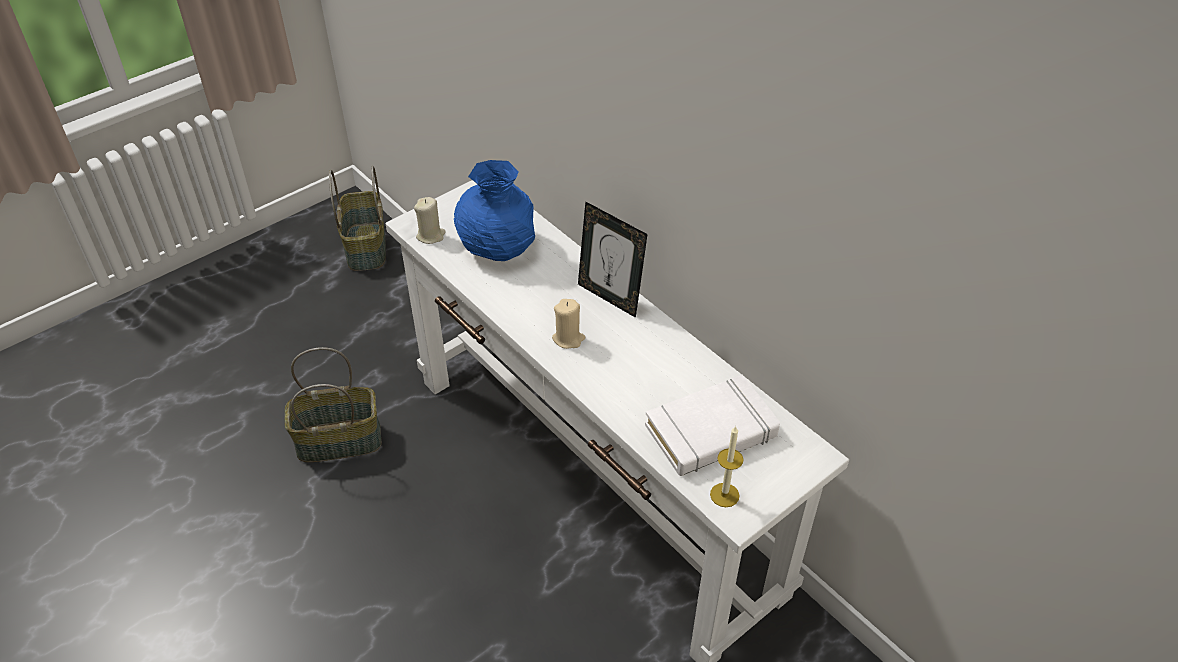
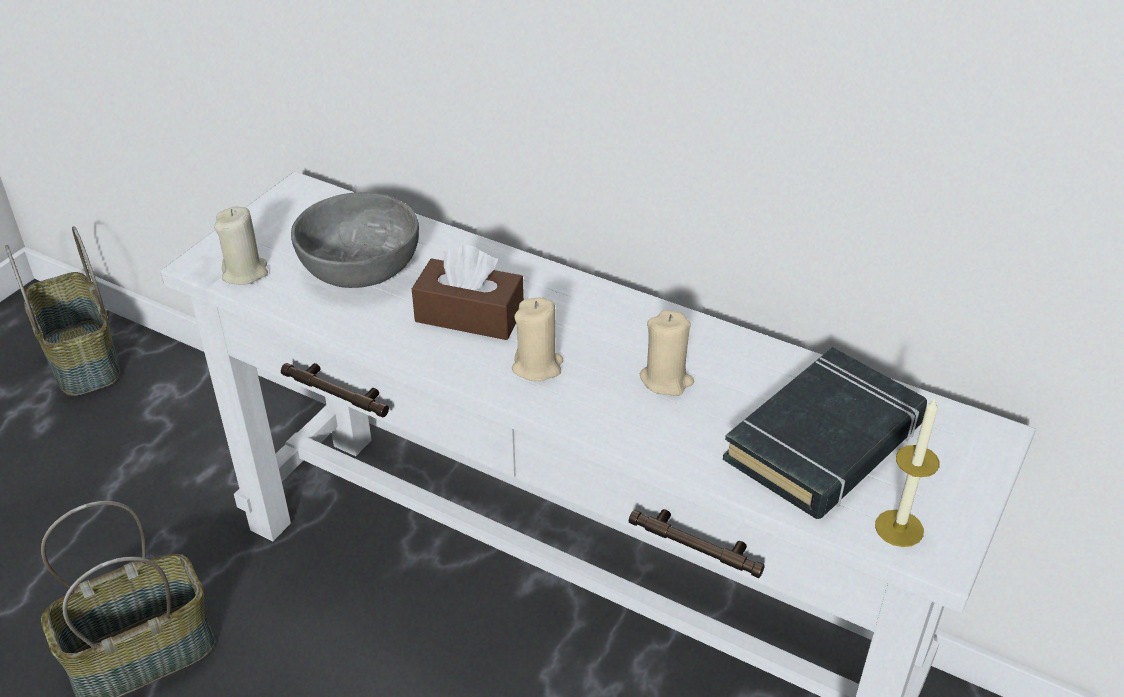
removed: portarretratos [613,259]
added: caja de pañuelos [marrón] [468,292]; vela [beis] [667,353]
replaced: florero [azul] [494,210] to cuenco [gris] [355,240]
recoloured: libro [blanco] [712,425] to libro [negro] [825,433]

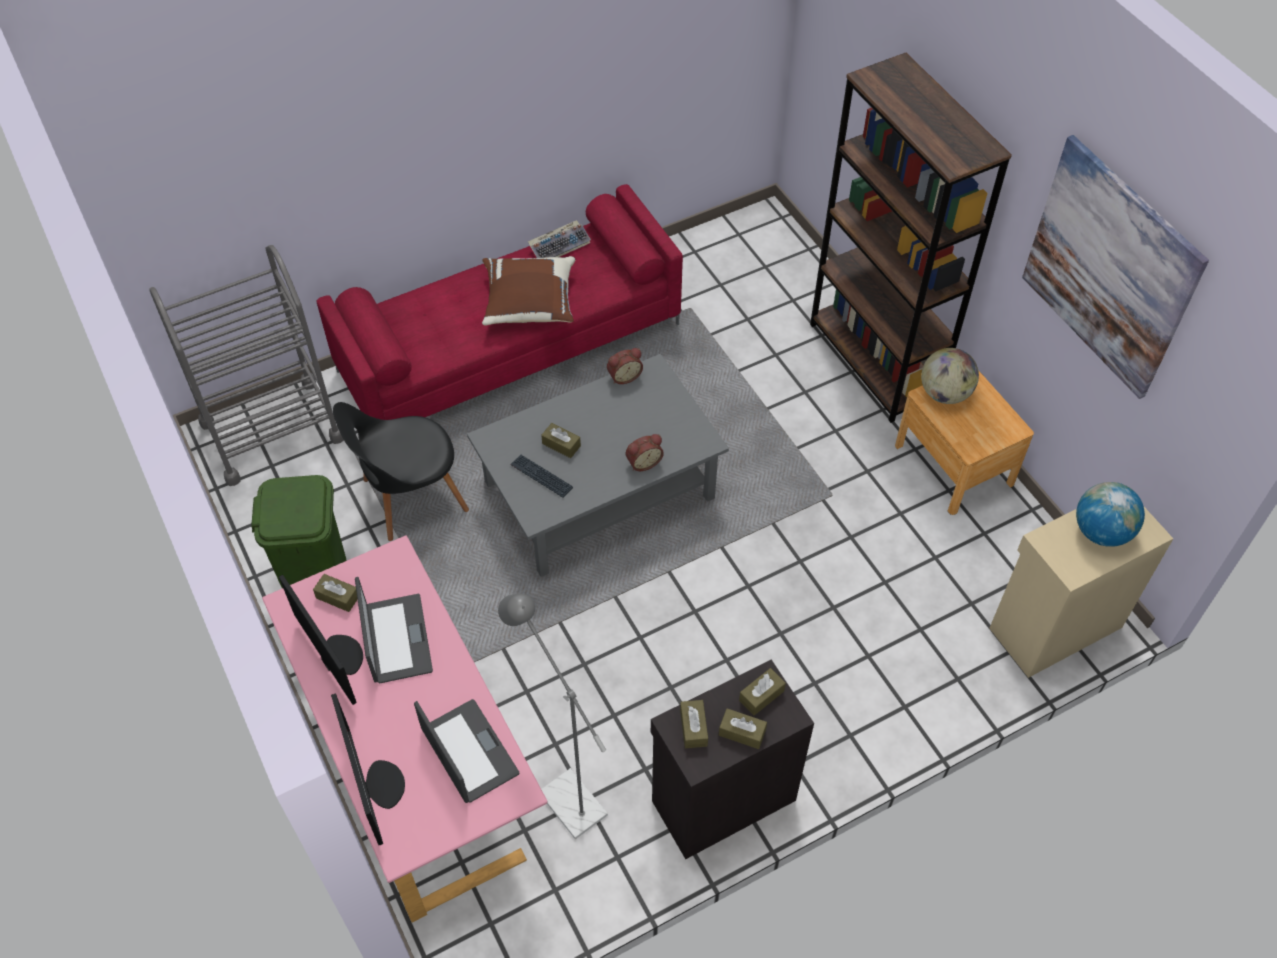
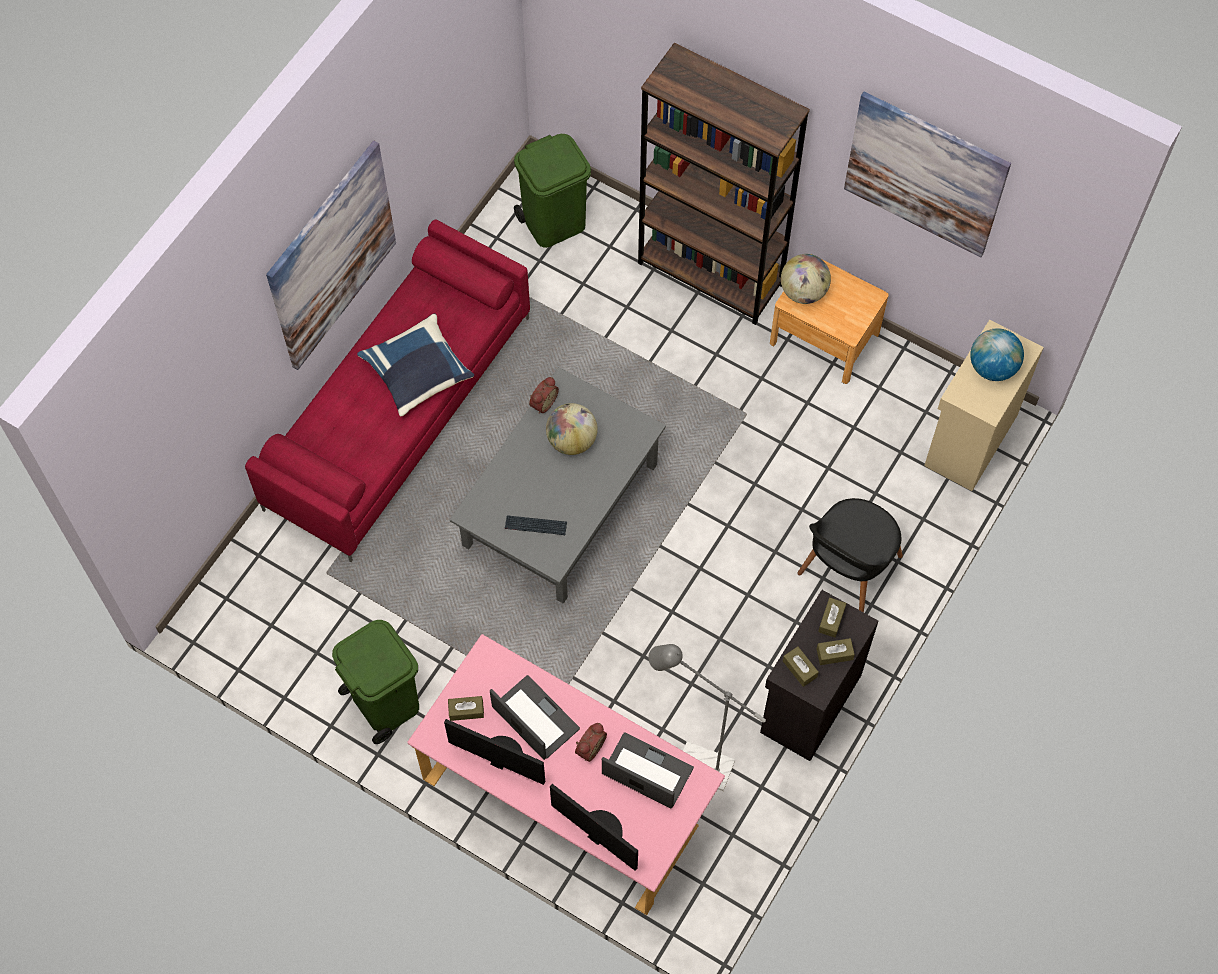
removed: carrito [gris] [246,365]; teclado [559,239]; caja de pañuelos [marrón] [561,440]
added: cuadro [331,255]; papelera [verde] [552,191]; globo terráqueo [572,429]
moved: despertador [645,452] to [591,742]; silla [negro] [401,471] to [850,555]
recoloured: cojín [marrón] [529,290] to cojín [azul] [415,364]

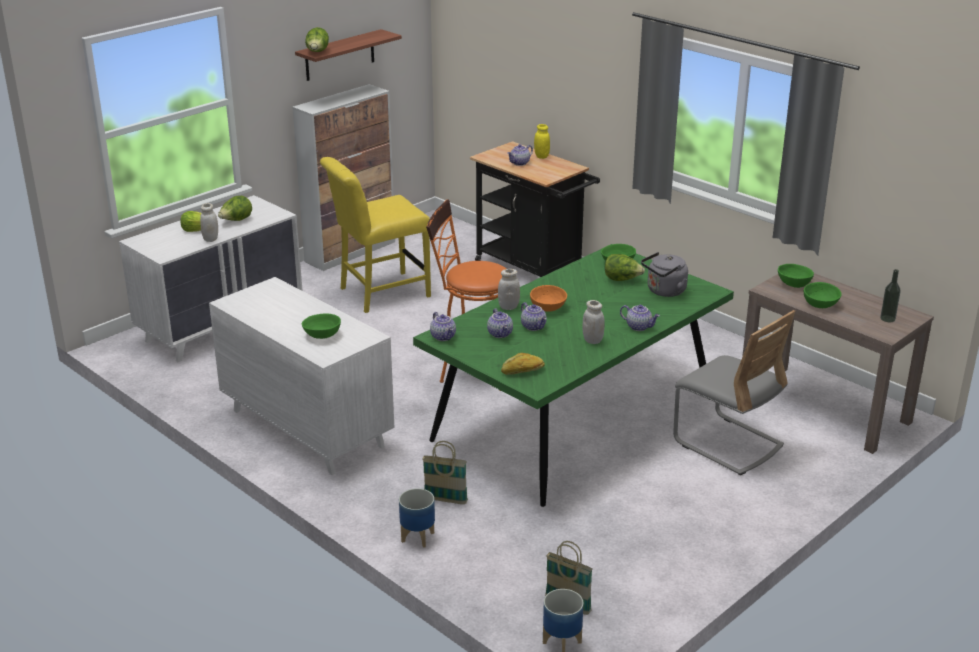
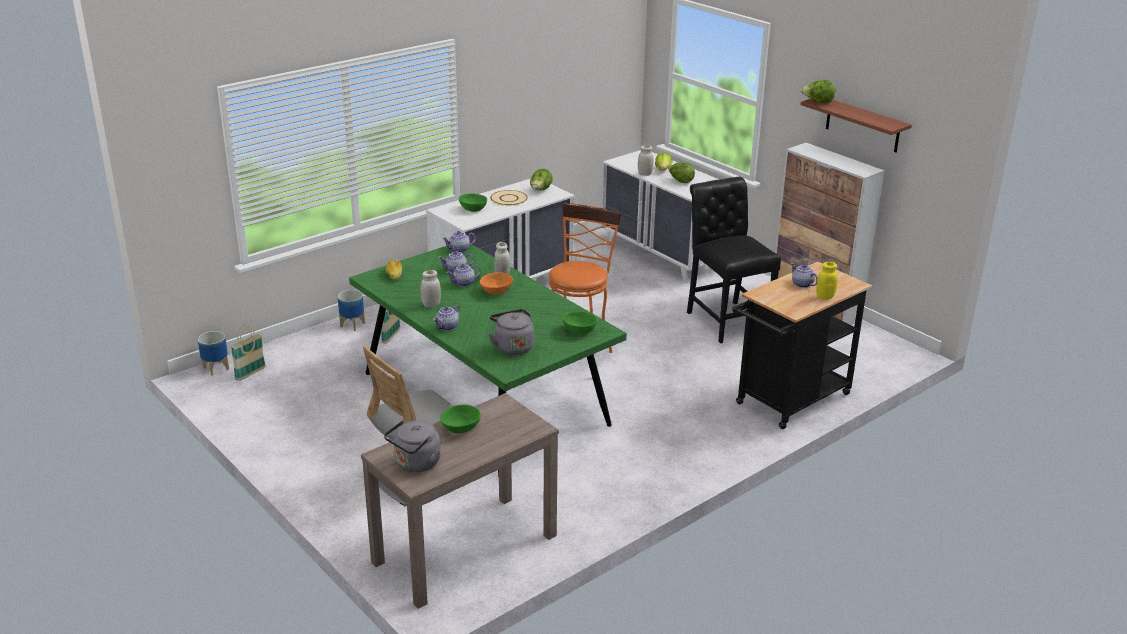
removed: cuenco [verde] [796,276]
added: plato [beis] [509,198]
moved: lechuga [625,267] to [541,179]
replaced: botella [890,295] to hervidor [gris] [412,446]
recoloured: silla [amarillo] [375,235] to silla [negro] [734,260]

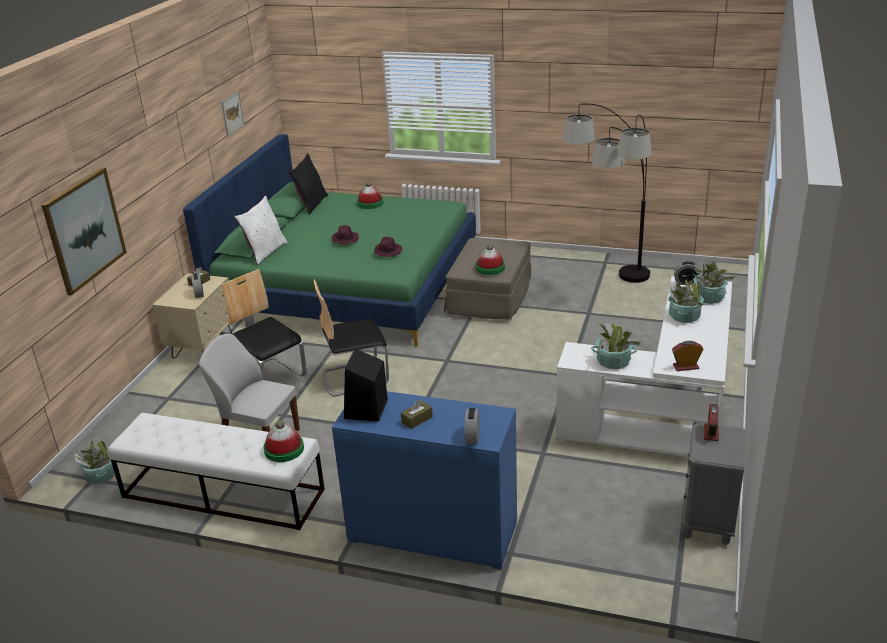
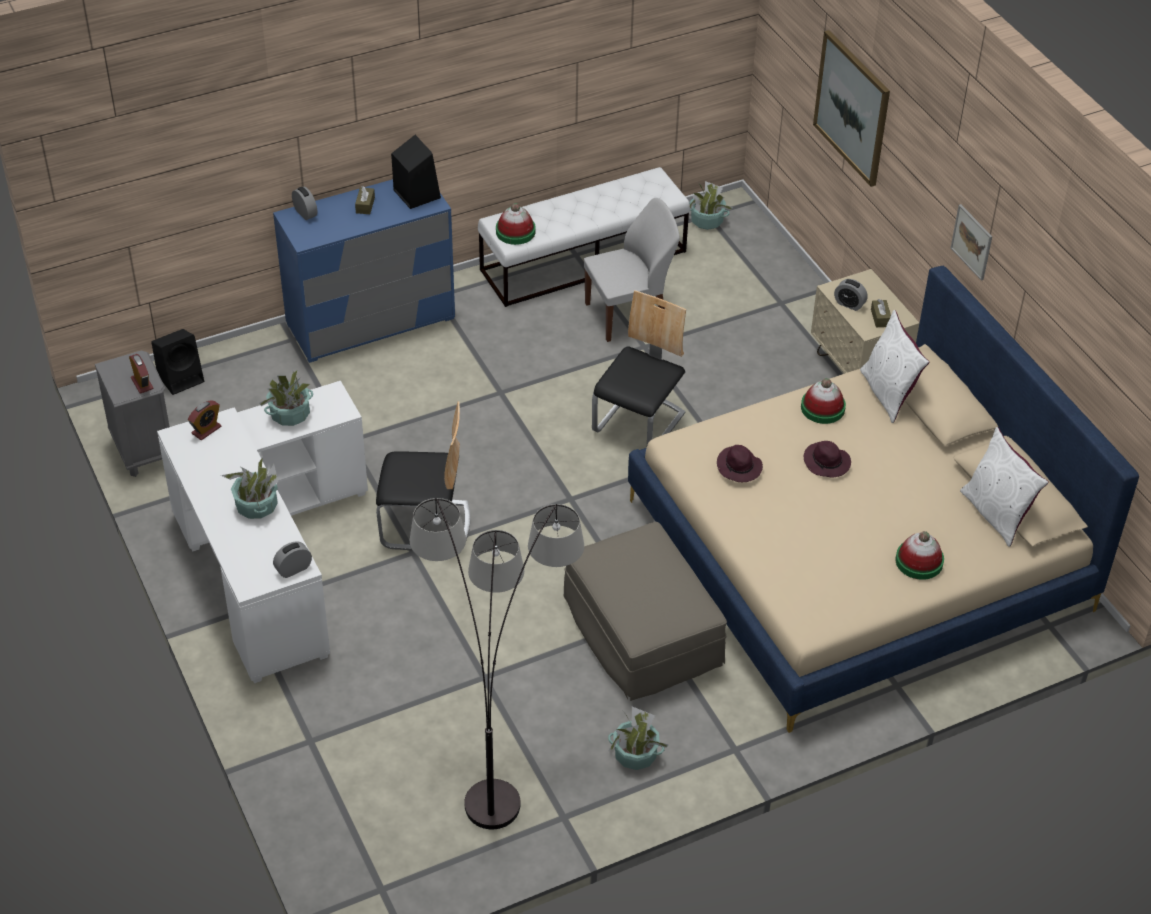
added: altavoz [negro] [177,362]
moved: silla [264,324] to [423,477]; planta en maceta [715,283] to [638,738]; sombrero [490,259] to [823,401]; cuadro [232,114] to [971,242]
recoloured: cama [verde] [329,240] to cama [beis] [883,499]; cojín [negro] [308,183] to cojín [blanco] [1004,487]

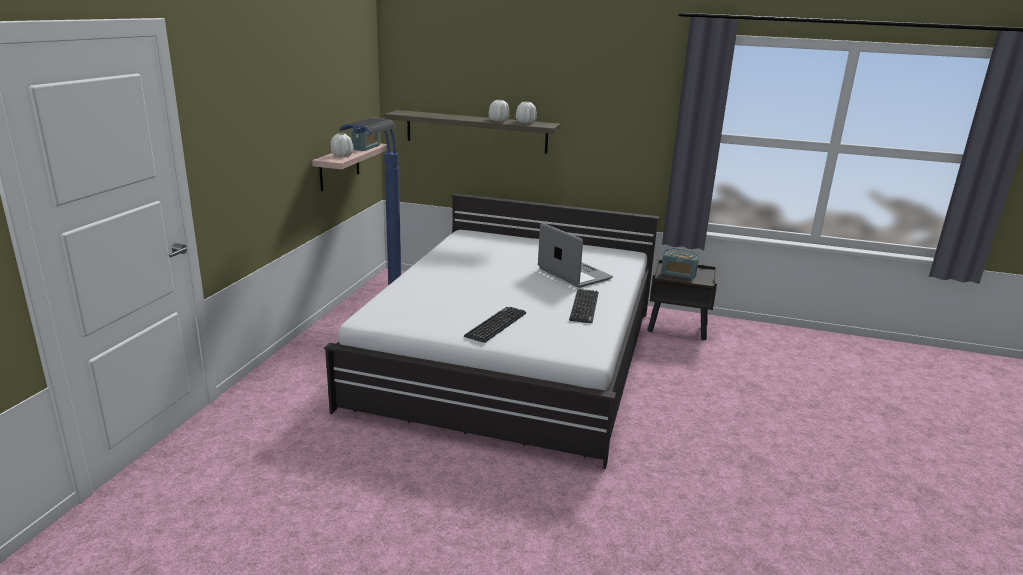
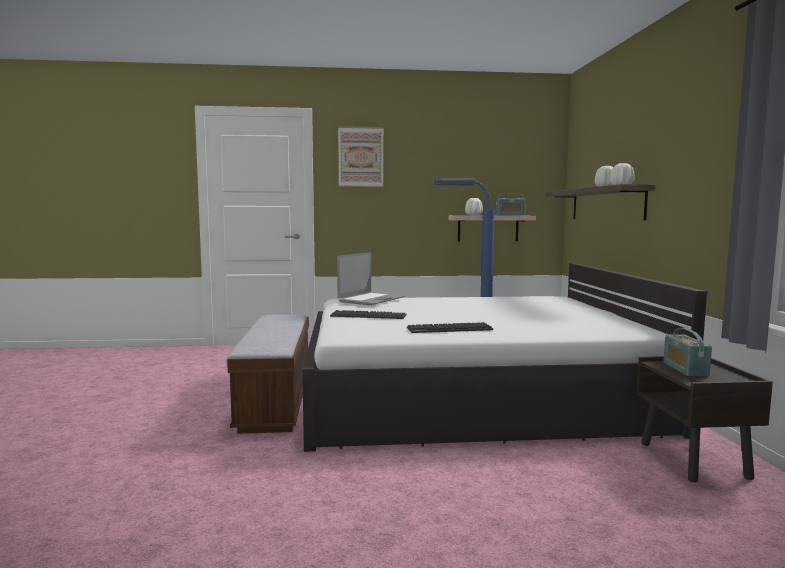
added: banco [267,374]; cuadro [360,156]
moved: portátil [575,255] to [371,278]

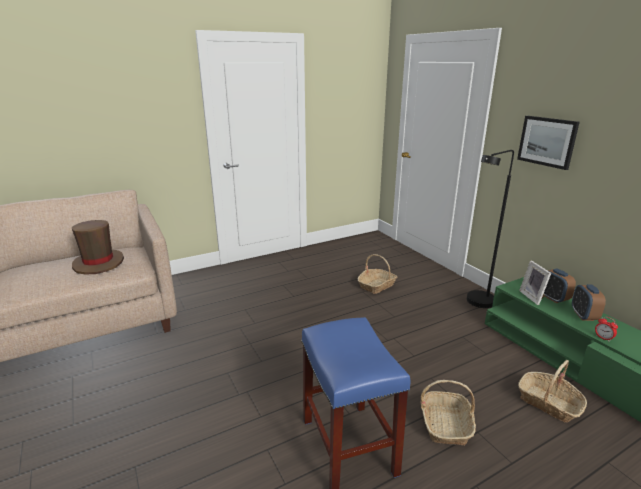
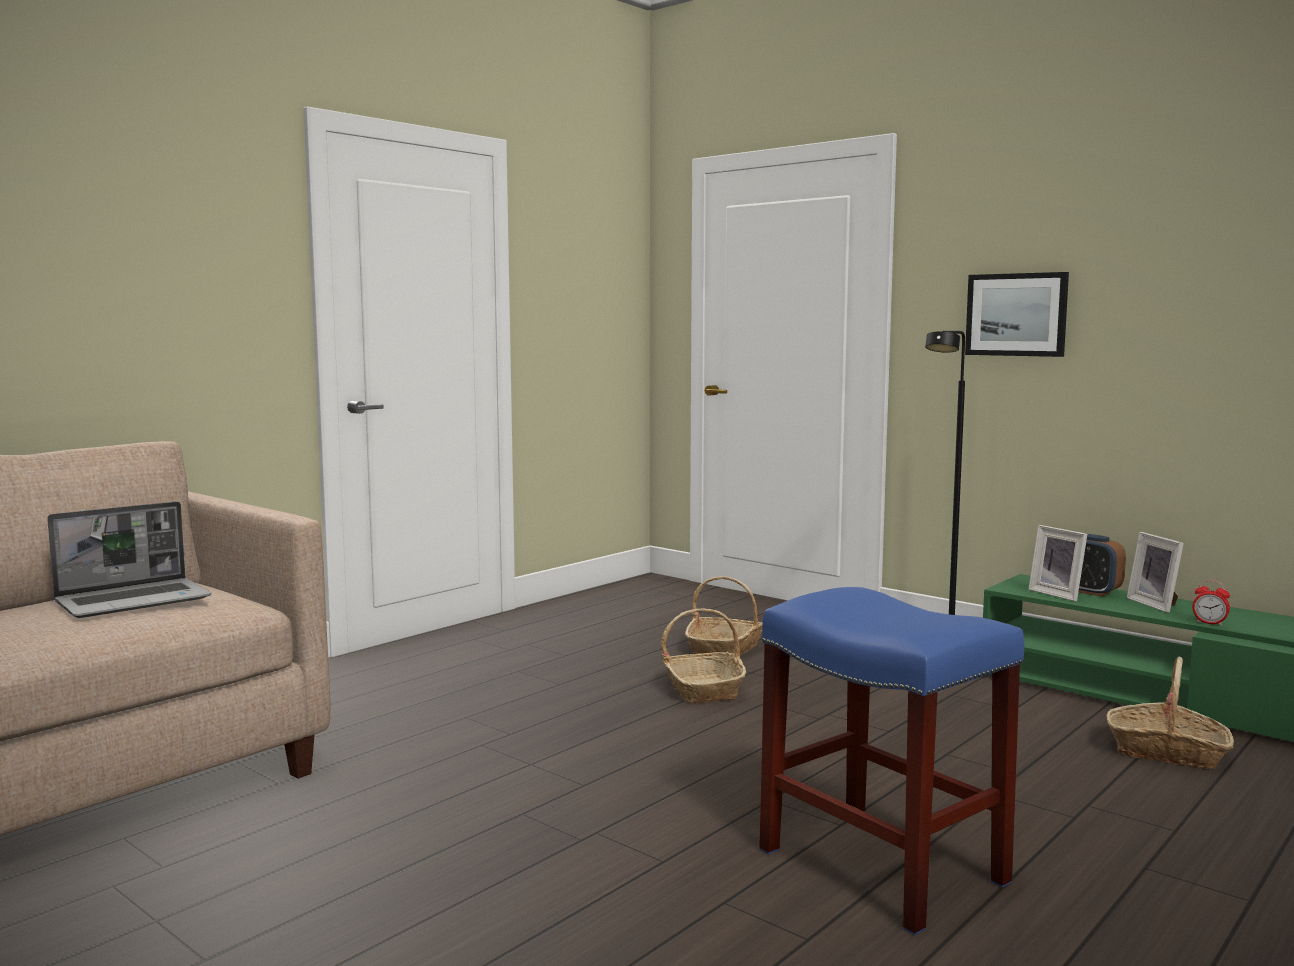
moved: cesta [448,413] to [703,655]
replaced: sombrero [marrón] [98,247] to portátil [129,559]; despertador [589,302] to portarretratos [1155,572]

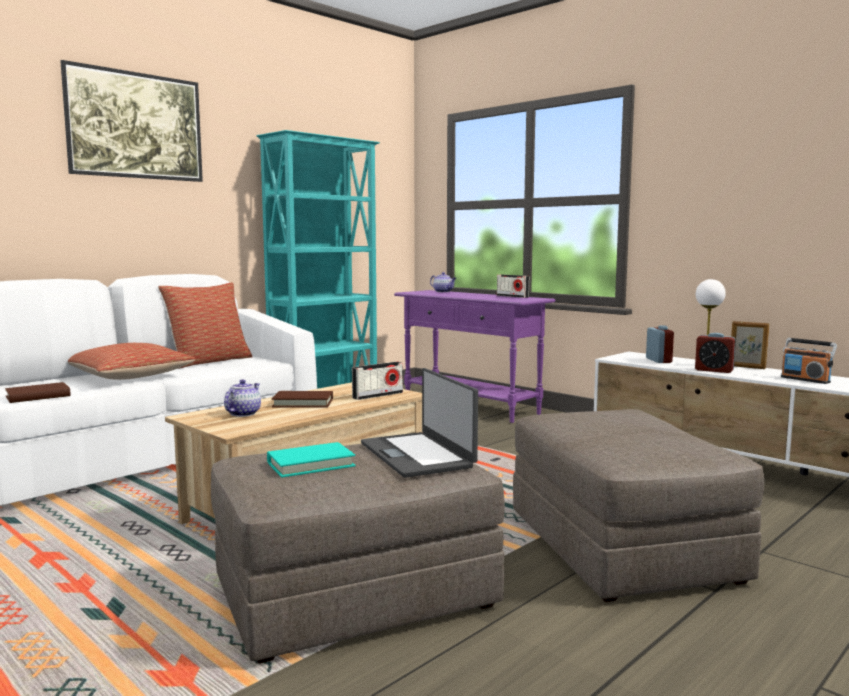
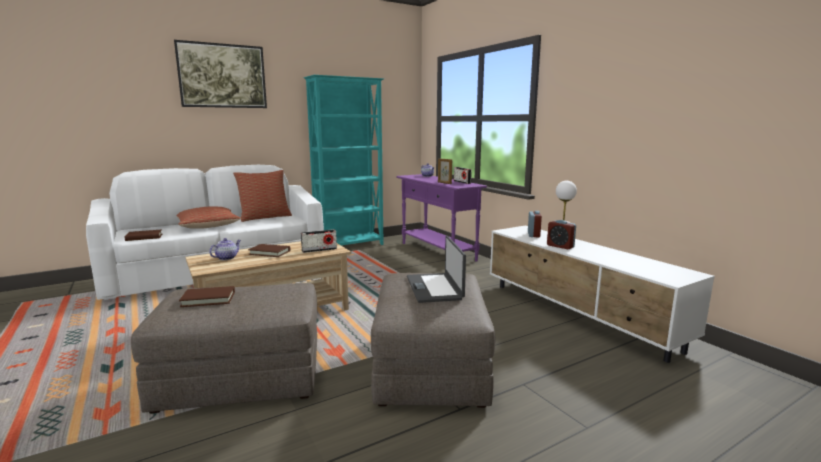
removed: radio [809,361]
moved: portátil [419,423] to [436,269]; portarretratos [750,345] to [445,171]
recoloured: libro [turquesa] [311,460] to libro [marrón] [207,296]

